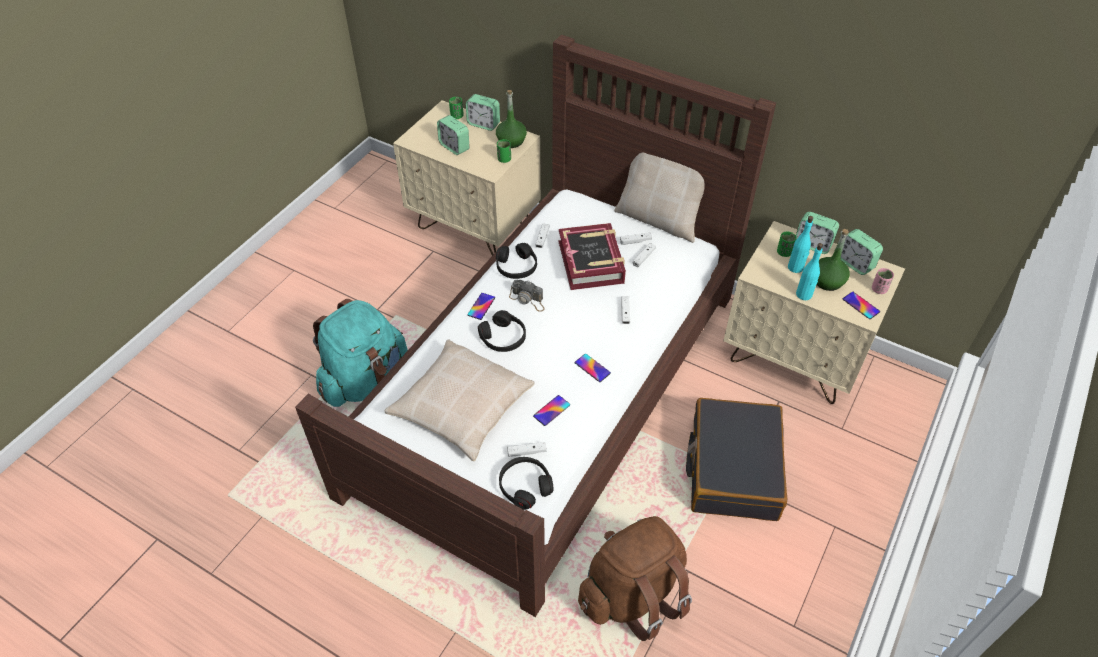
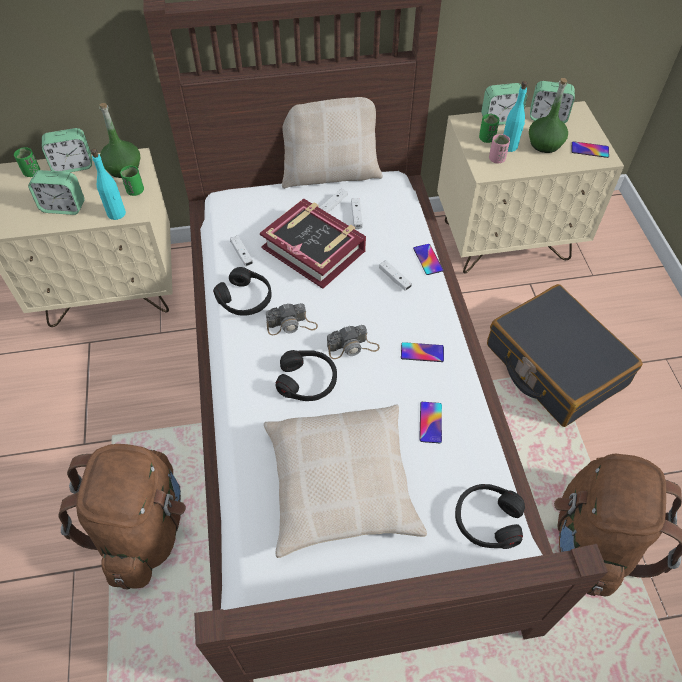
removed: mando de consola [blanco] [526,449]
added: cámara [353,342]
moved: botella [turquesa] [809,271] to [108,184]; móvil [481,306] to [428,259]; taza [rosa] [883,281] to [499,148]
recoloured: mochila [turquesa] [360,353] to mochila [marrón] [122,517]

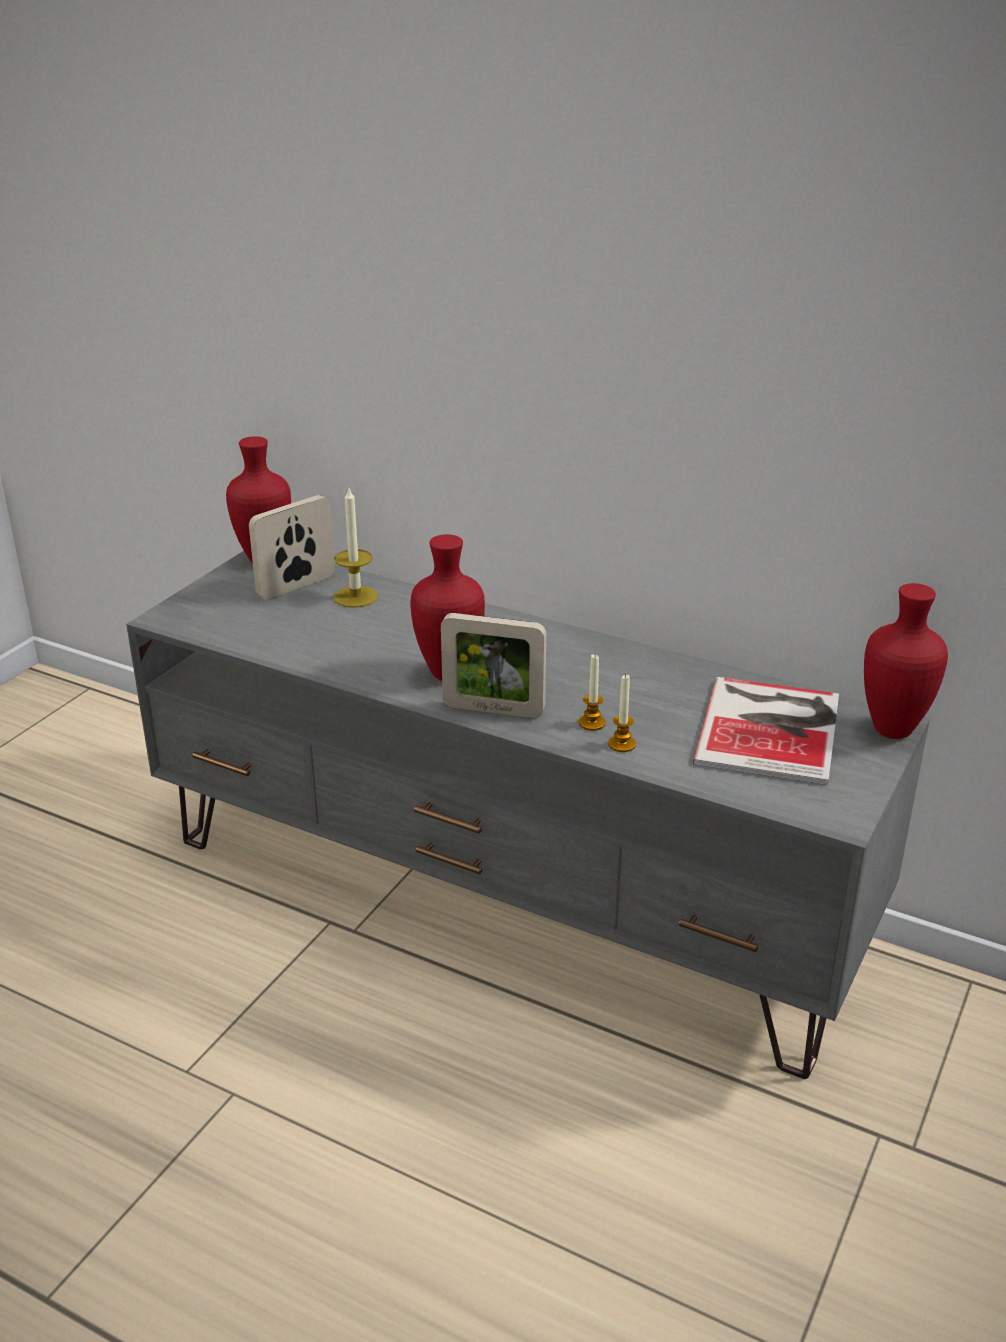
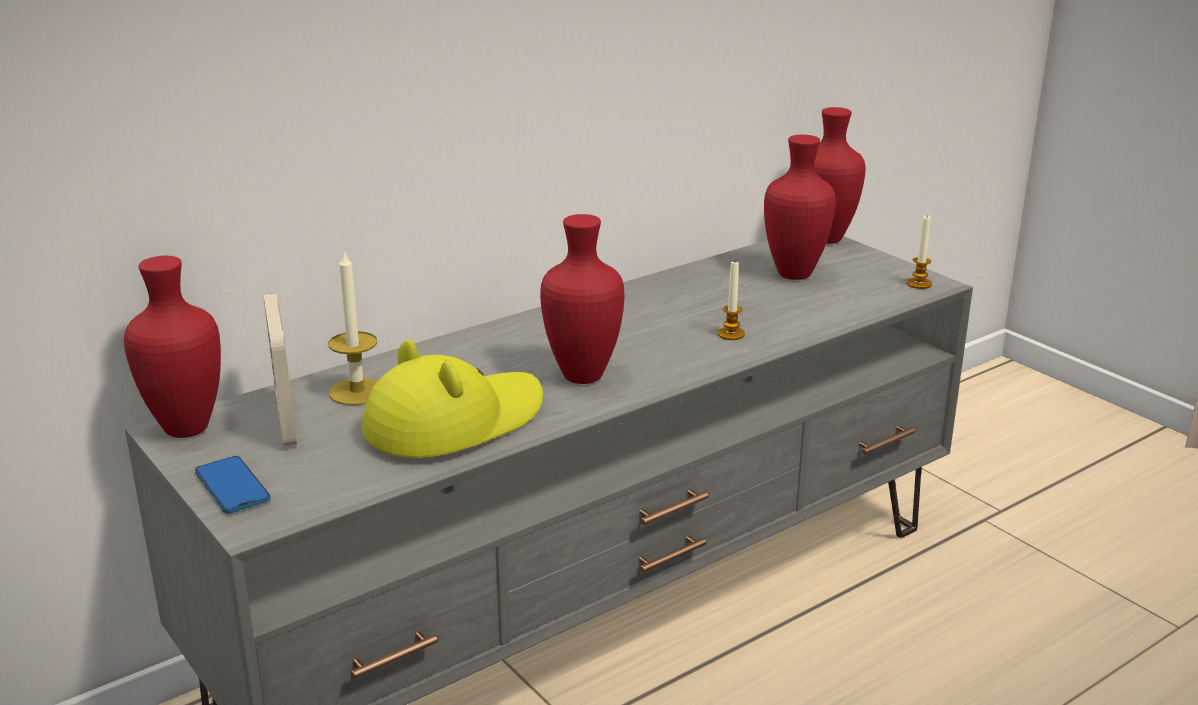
removed: portarretratos [493,665]
added: móvil [232,485]; sombrero [amarillo] [452,398]
moved: vela [622,713] to [919,251]
replaced: libro [766,731] to florero [rojo] [800,207]

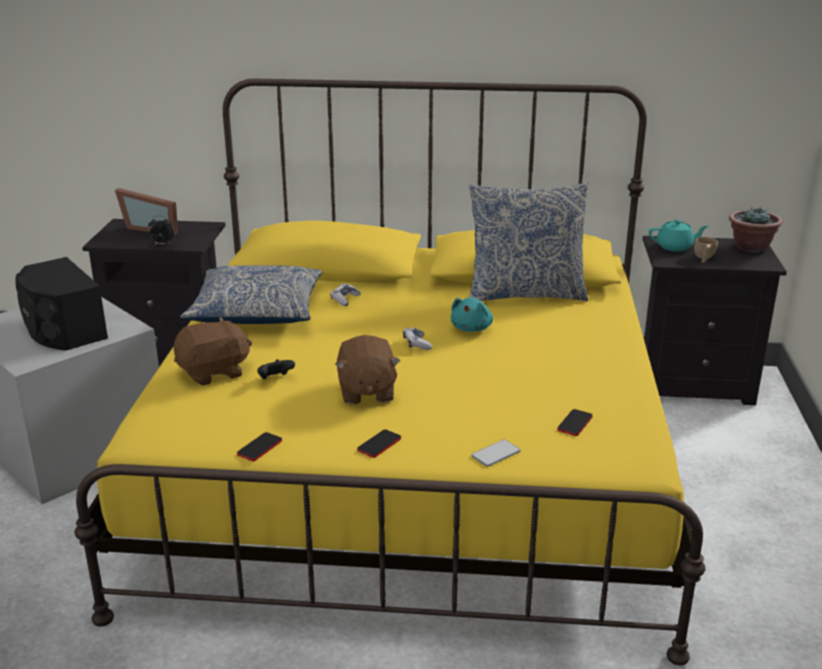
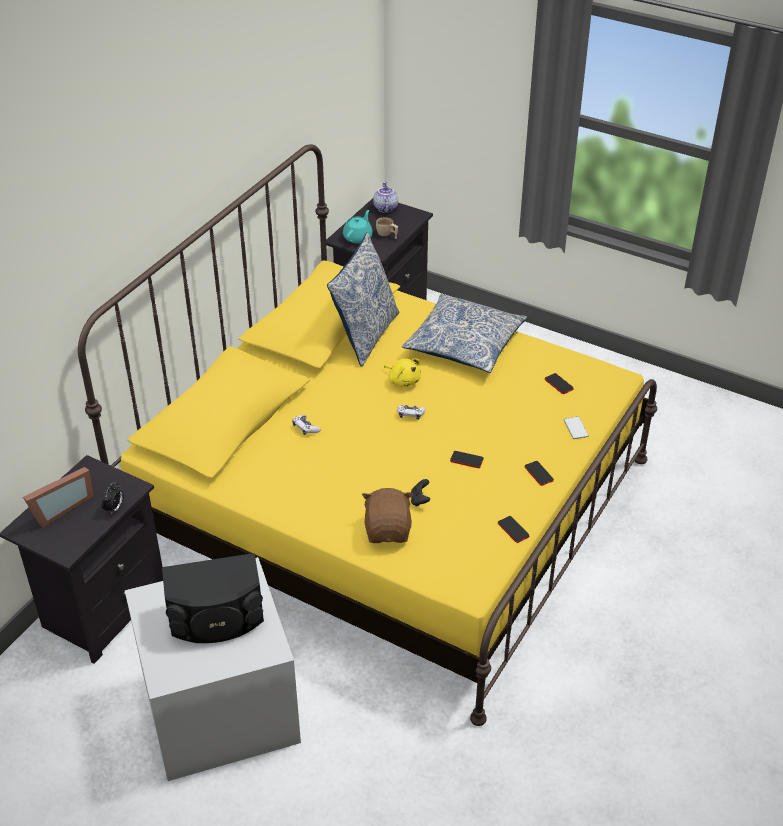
moved: cojín [251,295] to [464,333]
replaced: planta en maceta [756,230] to tetera [385,197]; peluche [marrón] [367,370] to móvil [467,459]
recoloured: peluche [turquesa] [472,315] to peluche [amarillo] [402,372]

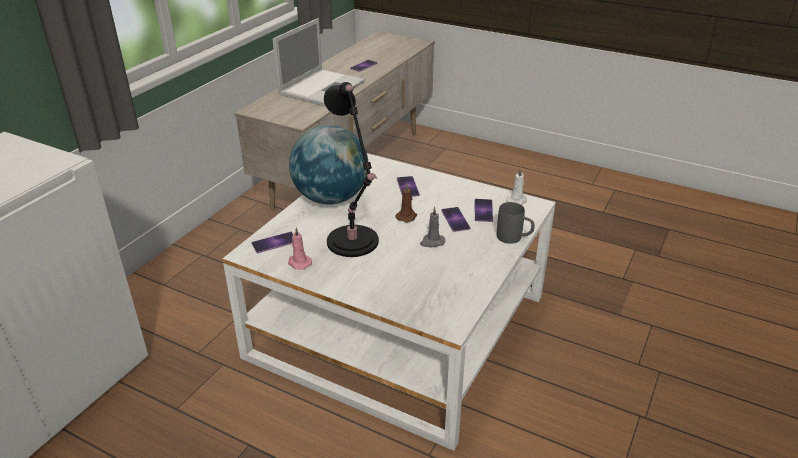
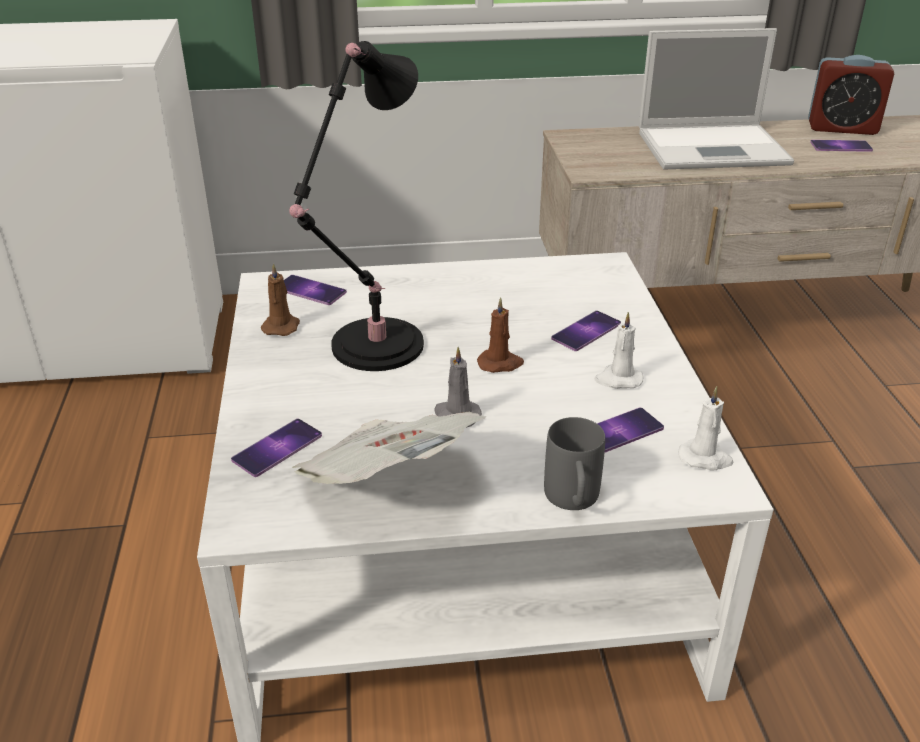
removed: globo terráqueo [328,165]
added: periódico [389,448]; vela [blanco] [619,350]; despertador [851,95]
moved: móvil [455,219] to [276,448]
recoloured: vela [rosa] [300,248] to vela [marrón] [280,299]

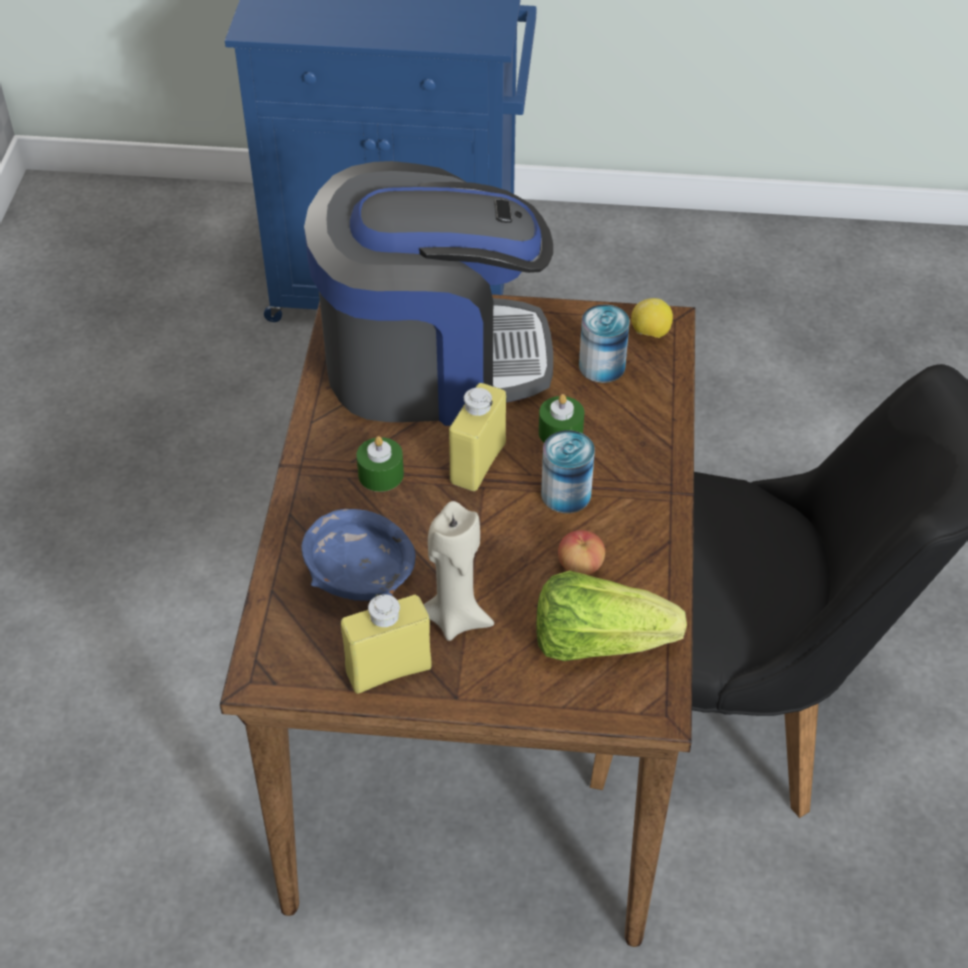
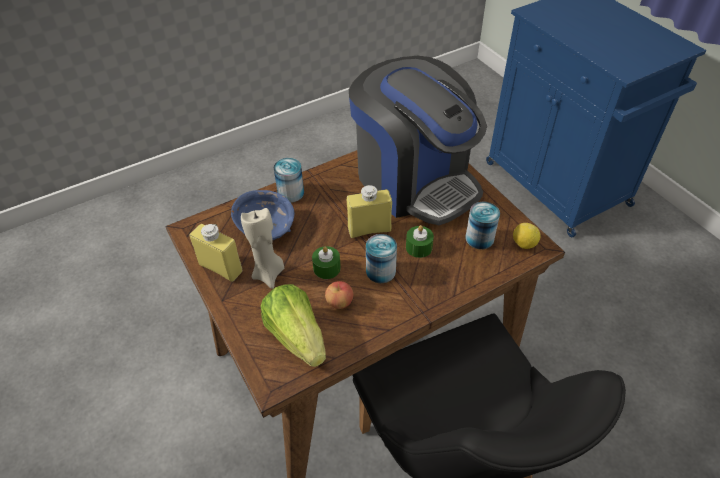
added: lata [289,180]
moved: vela [verde] [380,464] to [326,262]

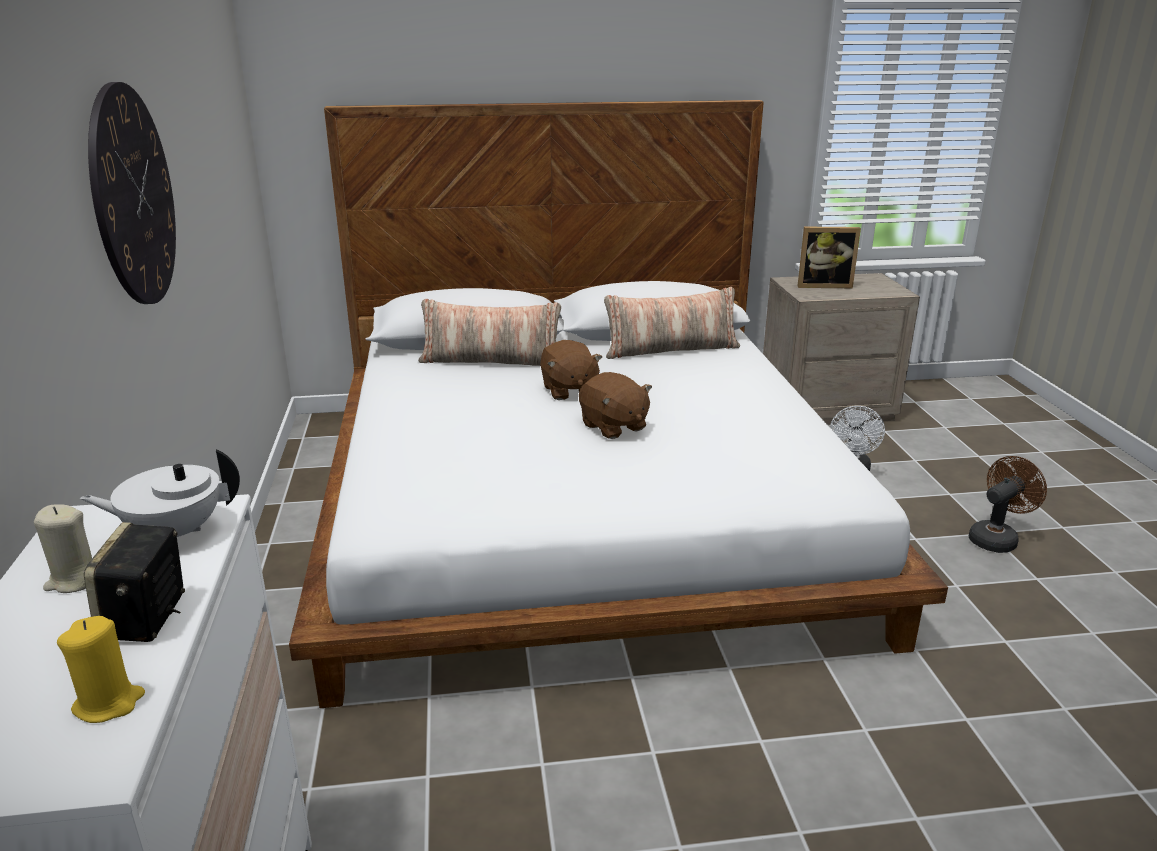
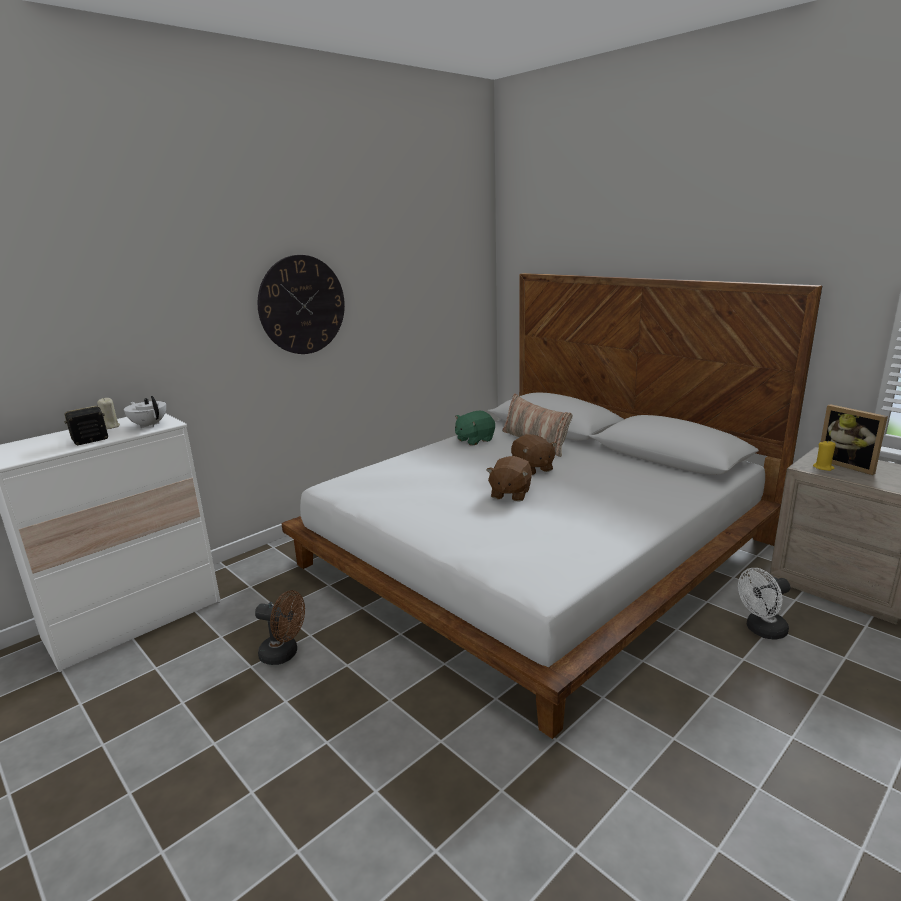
removed: cojín [672,323]
added: peluche [verde] [475,428]
moved: ventilador [marrón] [1008,504] to [280,627]; vela [amarillo] [101,669] to [824,455]
turned: peluche [marrón] [571,370] = [534,454] 60 degrees counterclockwise

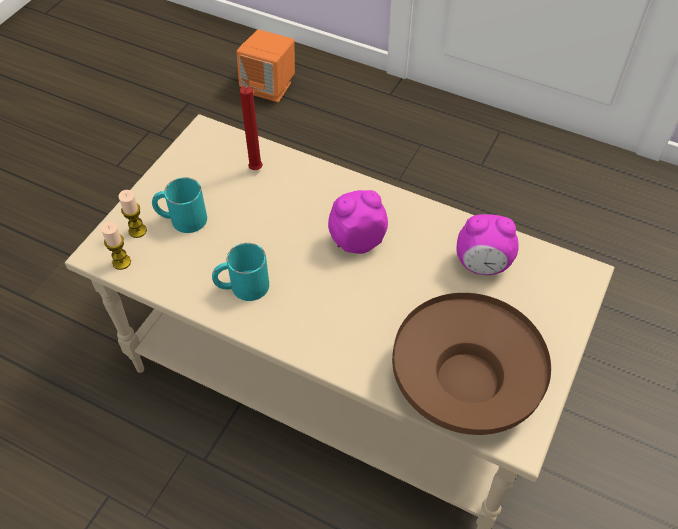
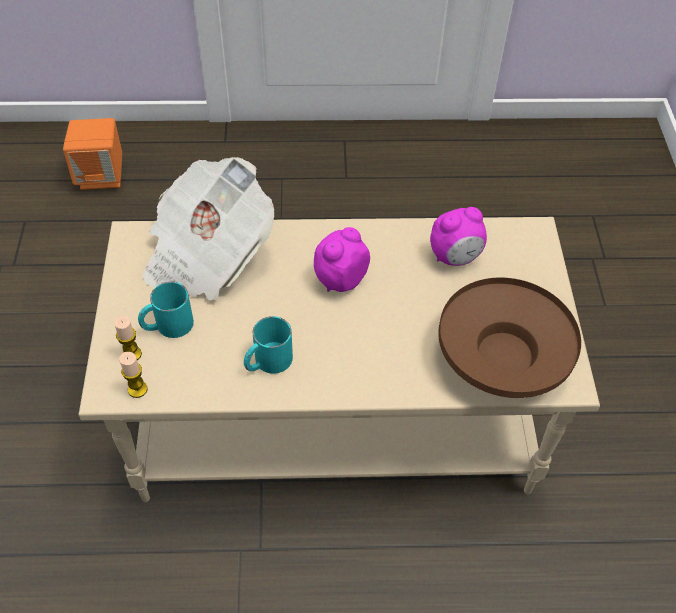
replaced: vela [rojo] [251,128] to periódico [208,228]

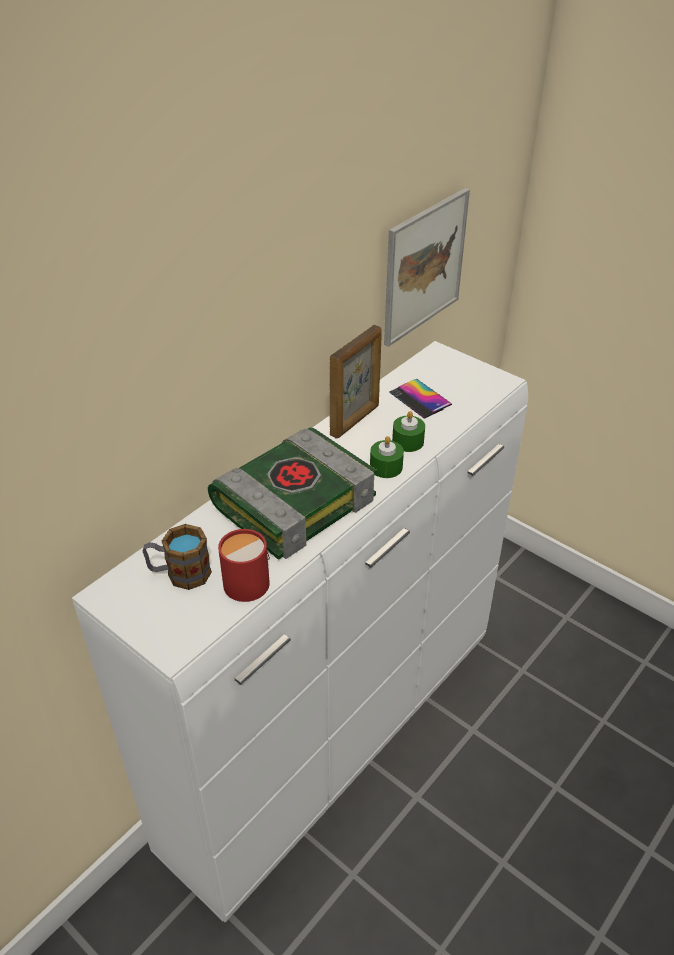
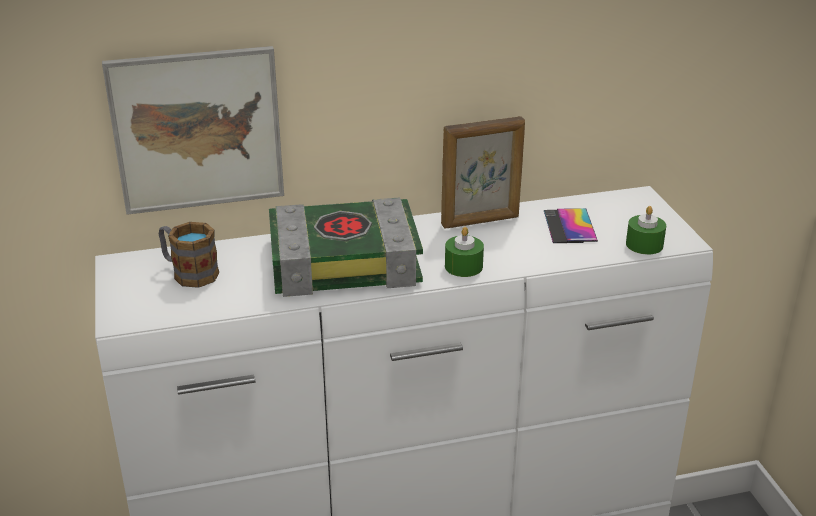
removed: taza grande [rojo] [244,565]
moved: cuadro [427,267] to [193,130]; vela [verde] [408,431] to [646,230]

